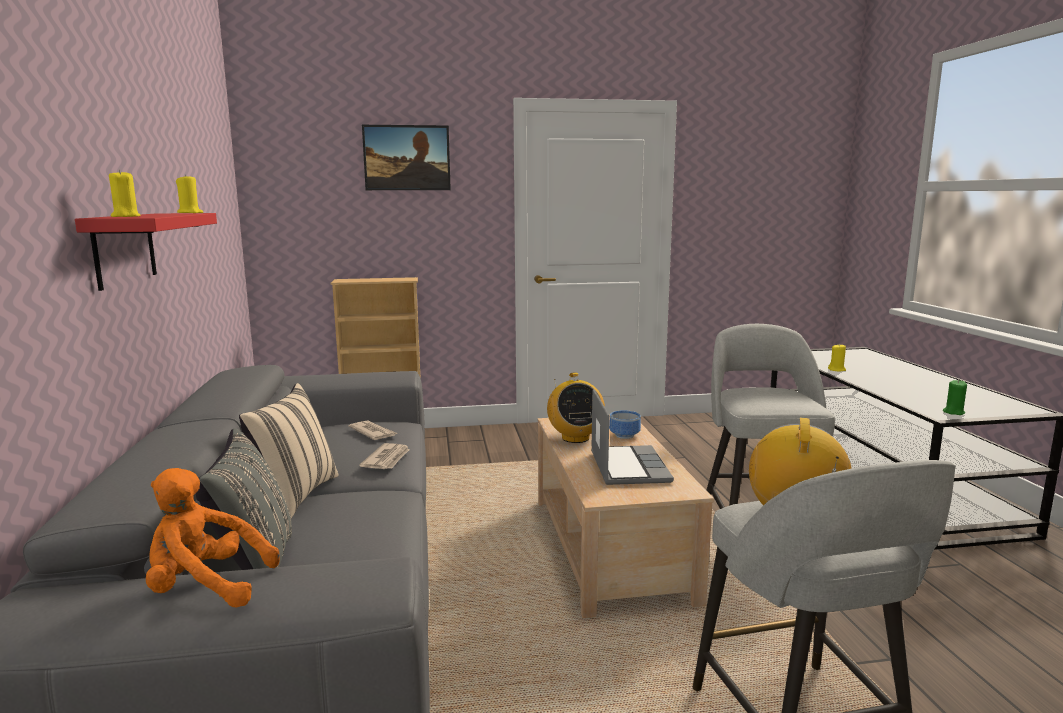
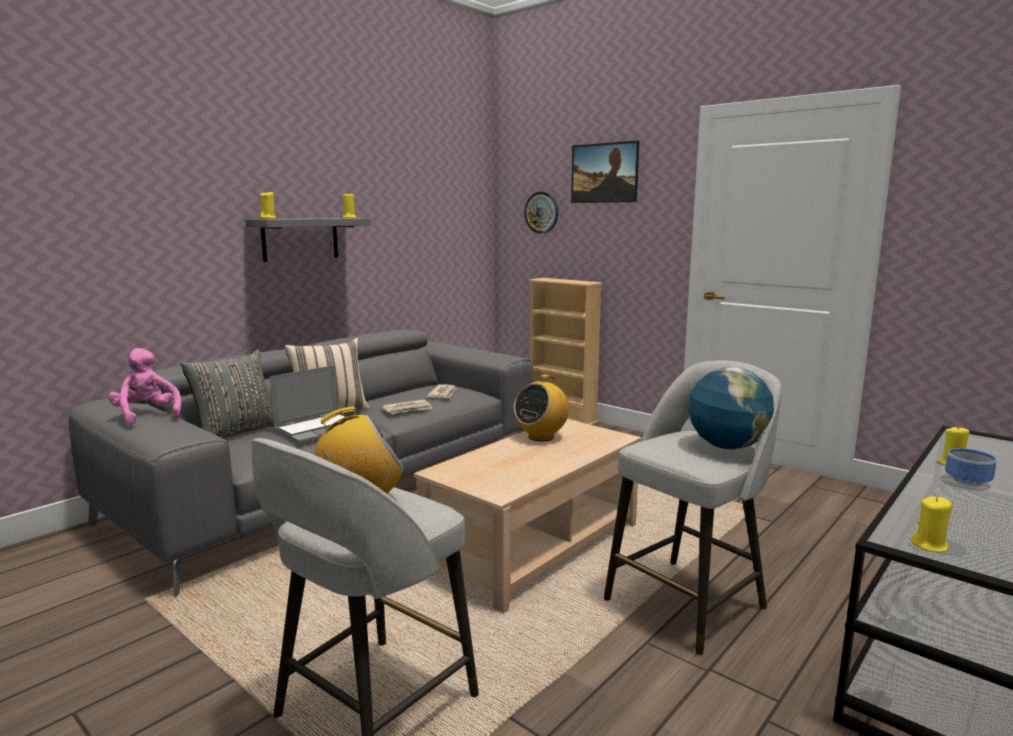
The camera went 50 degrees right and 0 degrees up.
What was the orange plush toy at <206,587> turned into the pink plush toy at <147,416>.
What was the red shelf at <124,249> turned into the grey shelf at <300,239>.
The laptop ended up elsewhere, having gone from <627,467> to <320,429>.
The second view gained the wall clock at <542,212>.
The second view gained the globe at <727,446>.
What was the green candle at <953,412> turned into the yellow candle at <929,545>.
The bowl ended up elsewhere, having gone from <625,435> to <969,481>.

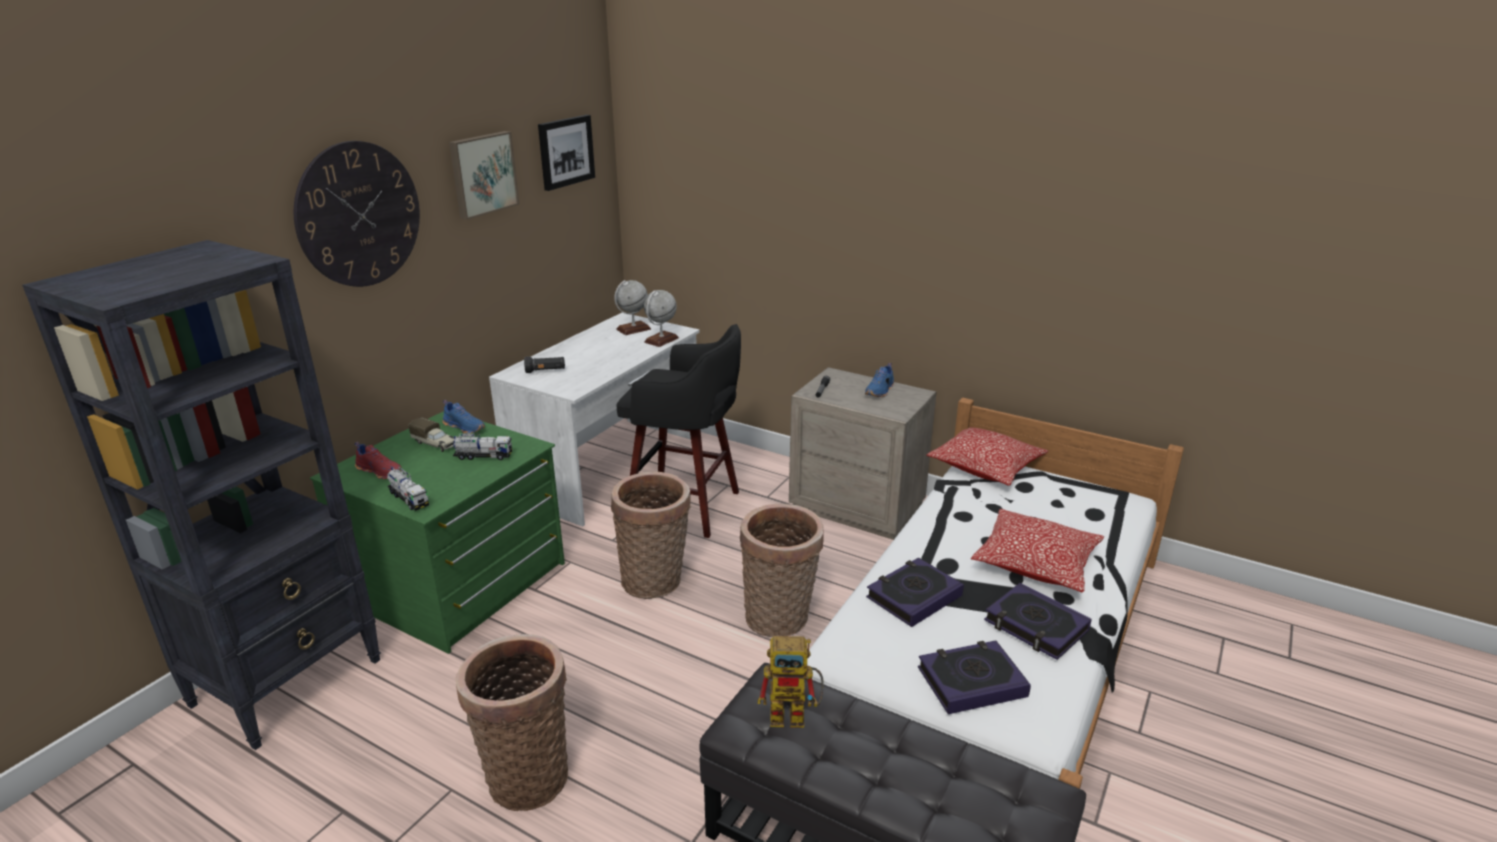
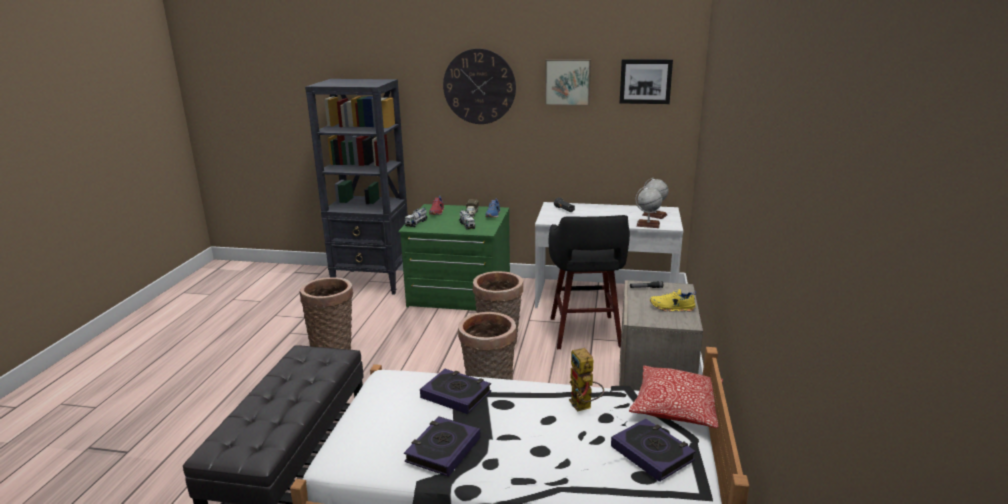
The camera went 70 degrees right and 5 degrees down.
The toy robot ended up elsewhere, having gone from <795,715> to <584,406>.
The book ended up elsewhere, having gone from <971,682> to <652,453>.
What was the blue shoe at <880,391> turned into the yellow shoe at <672,308>.
The second view lost the pillow at <1035,563>.

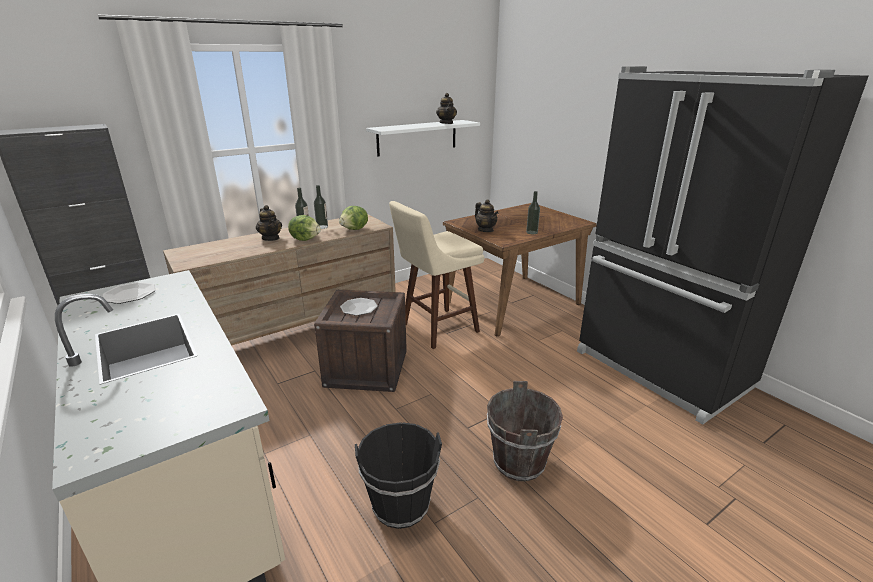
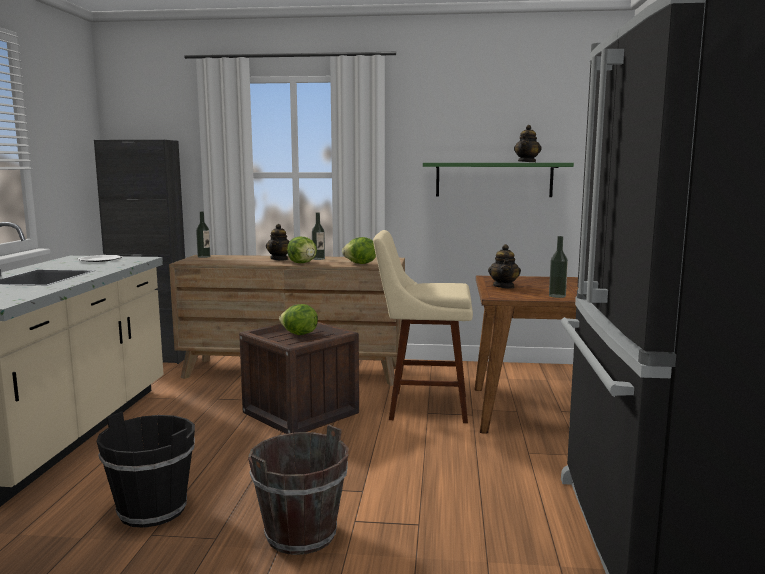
The camera went 40 degrees right and 15 degrees down.
The bottle ended up elsewhere, having gone from <322,227> to <204,256>.
Where the plate stood at <359,308>, the lettuce came to stand at <299,334>.
What was the white shelf at <417,137> turned into the green shelf at <494,179>.

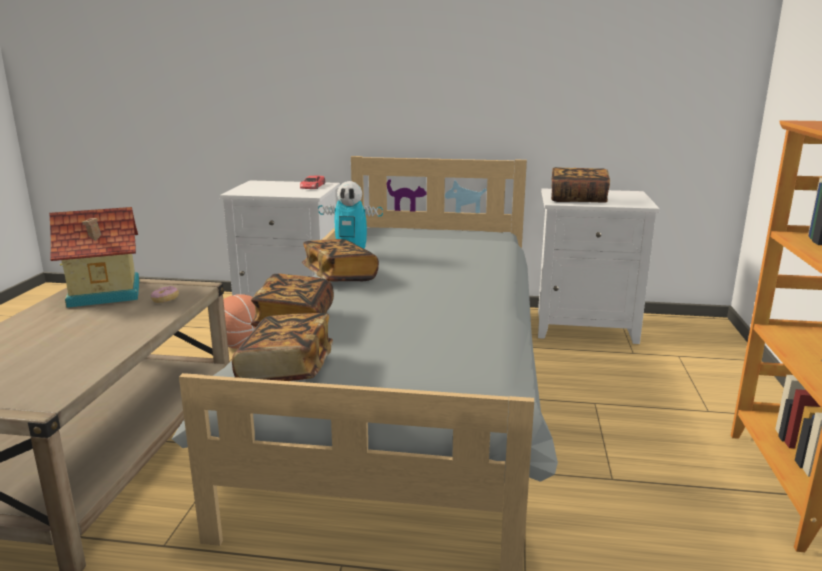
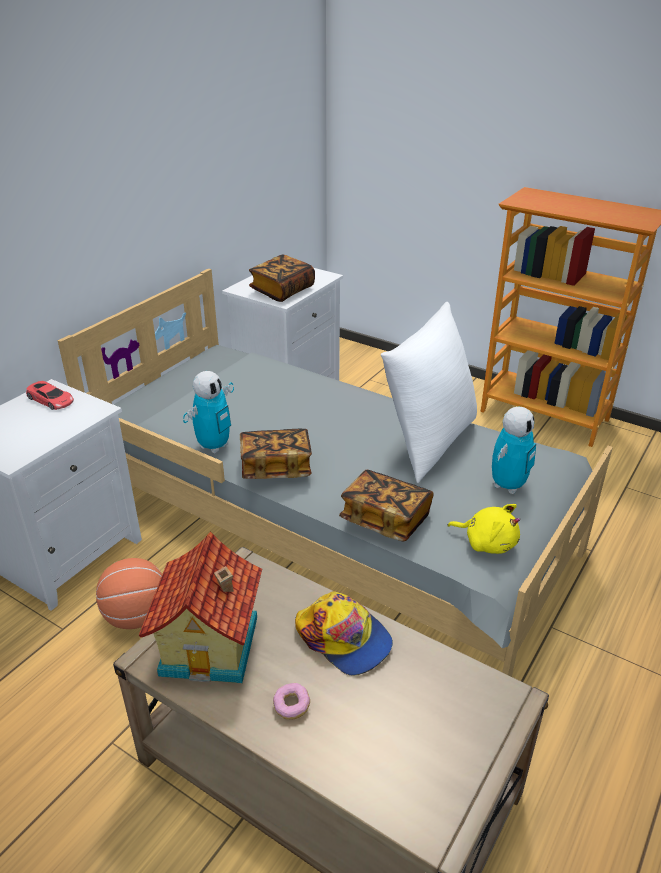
The camera went 65 degrees left and 15 degrees up.
The donut ended up elsewhere, having gone from <165,300> to <291,706>.
The second view gained the cap at <344,639>.
The second view gained the white pillow at <428,442>.
Where the book stood at <286,370>, the yellow plush toy came to stand at <487,542>.
The second view gained the toy robot at <508,485>.

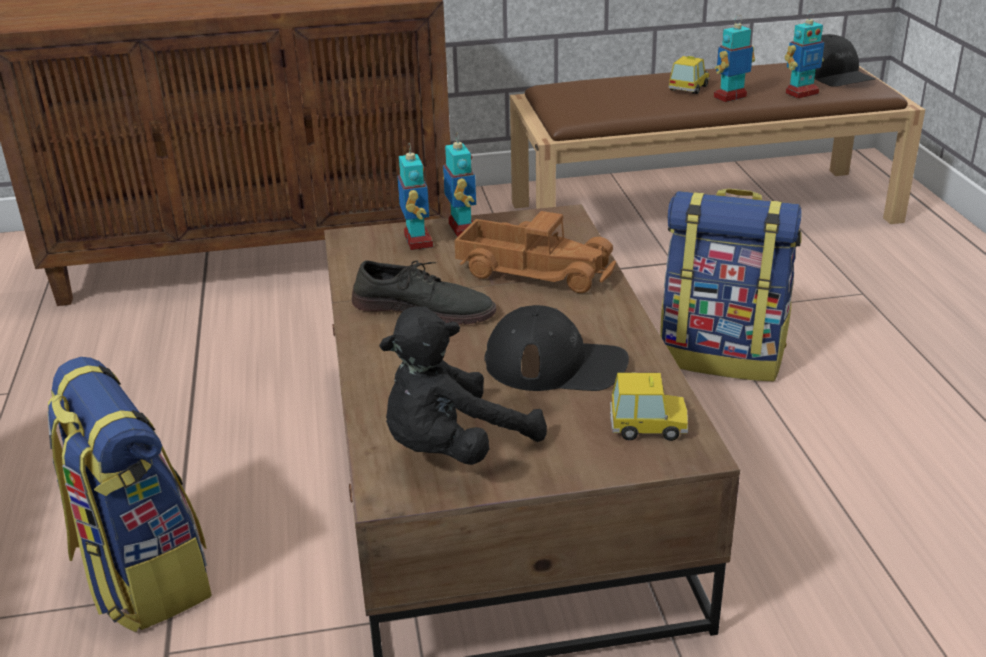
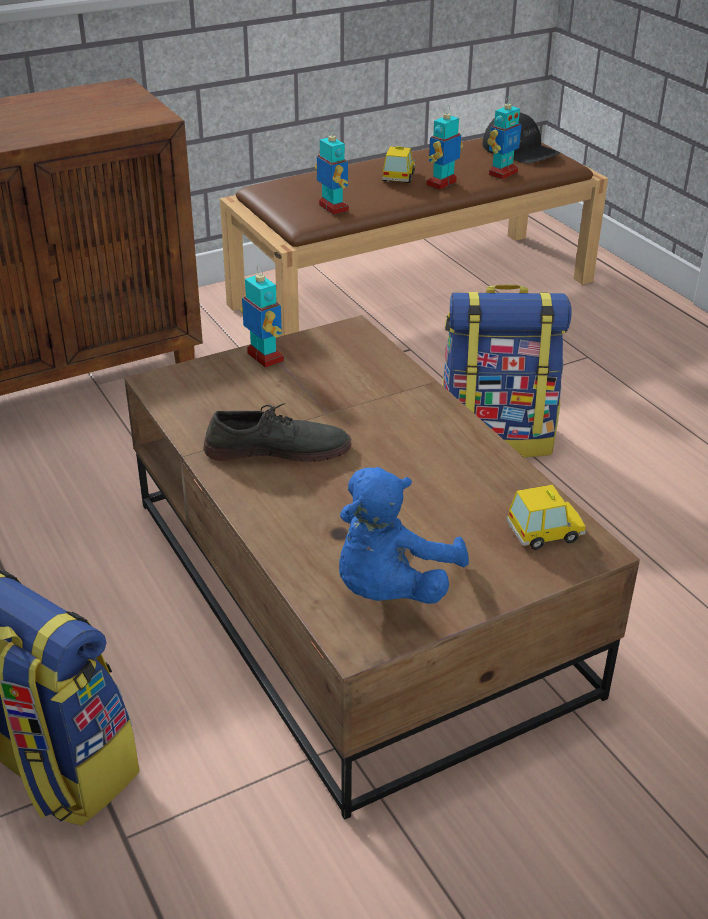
The camera went 20 degrees left and 5 degrees up.
The toy robot ended up elsewhere, having gone from <417,241> to <333,208>.
What was the black plush toy at <453,449> turned into the blue plush toy at <390,588>.
The second view lost the toy truck at <535,270>.
The second view lost the black cap at <556,364>.

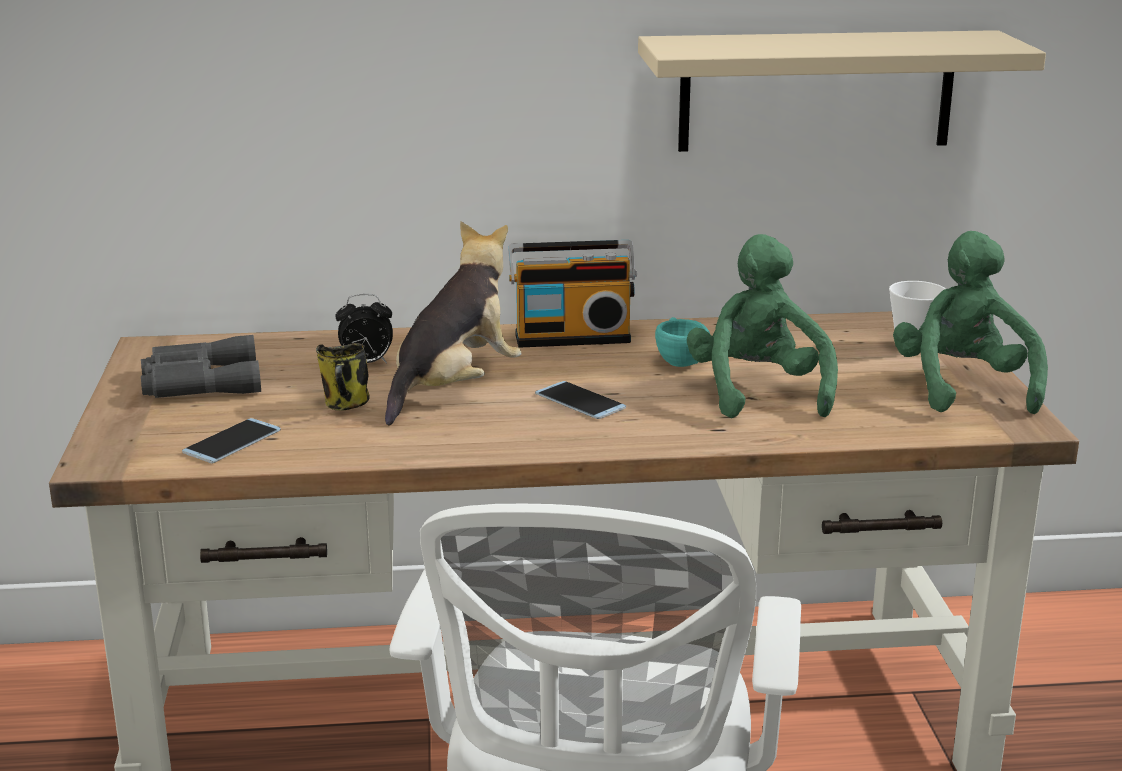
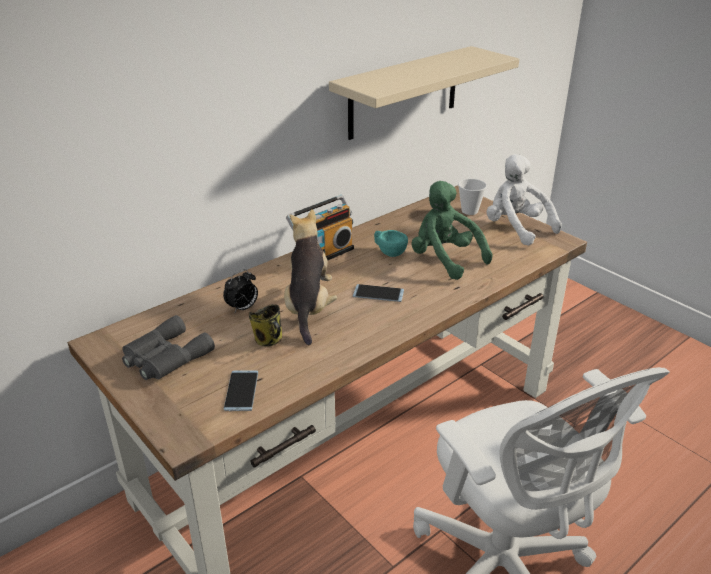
The camera went 35 degrees left and 10 degrees up.
What was the green plush toy at <963,388> turned into the white plush toy at <516,228>.

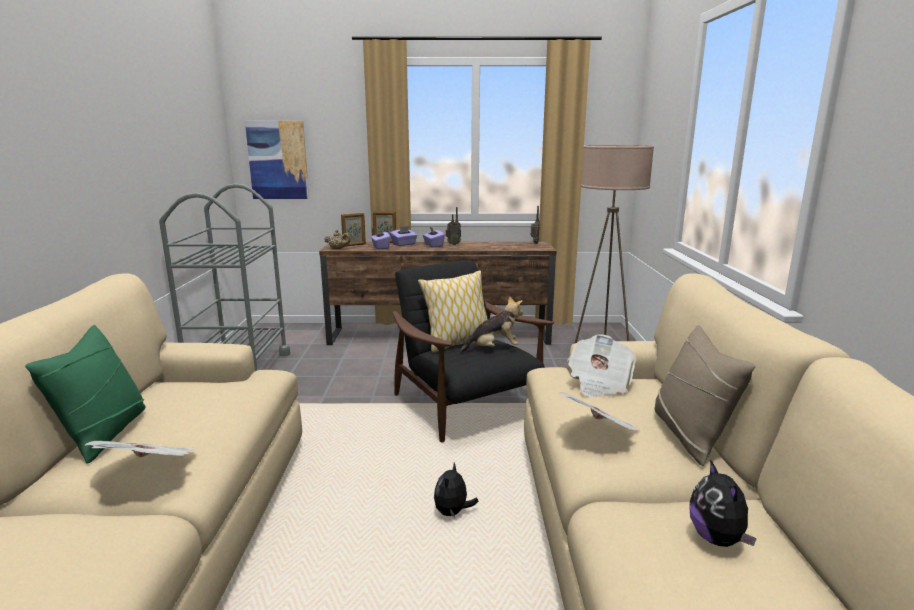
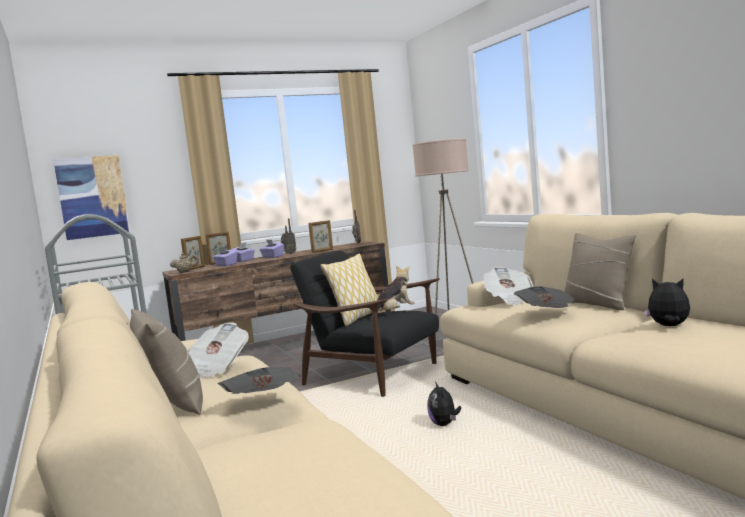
The camera went 25 degrees left and 10 degrees down.
What was the green pillow at <104,434> turned into the beige pillow at <173,404>.
The second view gained the newspaper at <216,369>.
The second view gained the picture frame at <322,251>.
The plush toy at <717,538> ended up facing another way, 150 degrees clockwise from before.

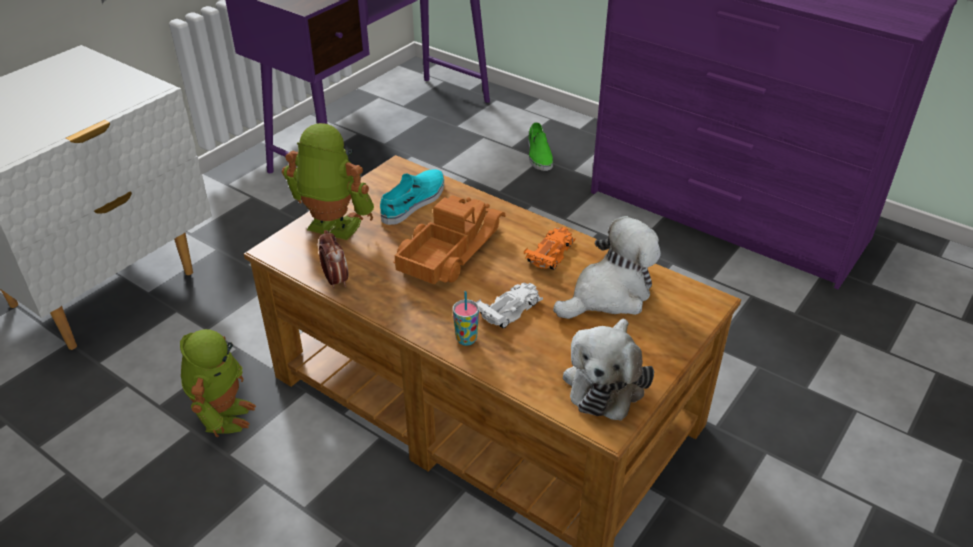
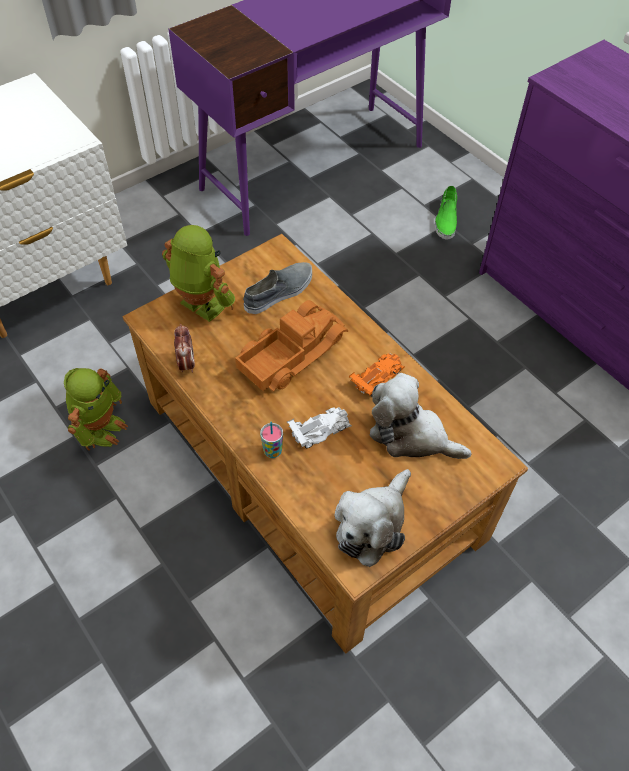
The camera went 15 degrees right and 15 degrees up.
What was the turquoise shoe at <414,202> turned into the grey shoe at <279,292>.
The plush toy at <609,295> ended up facing another way, 135 degrees counterclockwise from before.

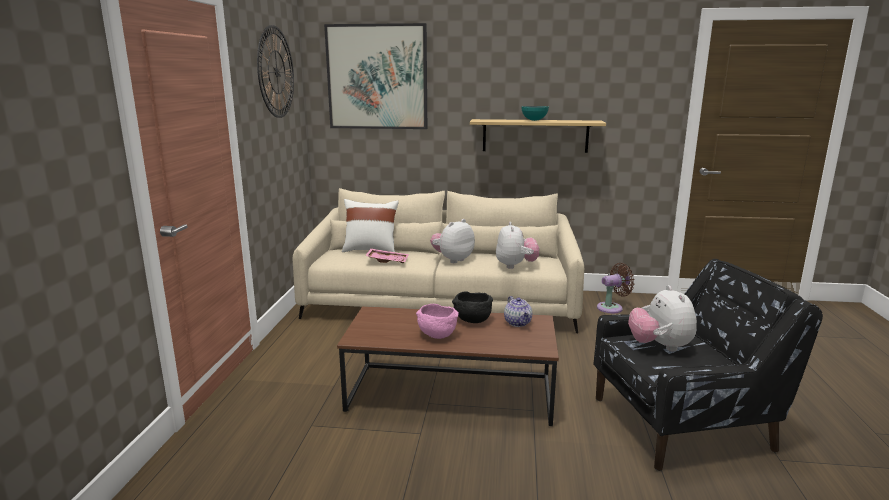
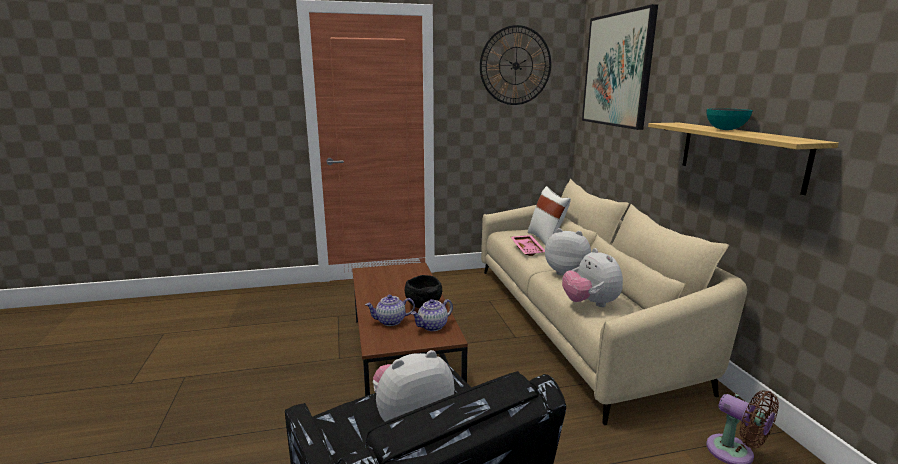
The camera went 70 degrees right and 0 degrees up.
The second view gained the teapot at <390,321>.
The plush toy at <515,266> ended up facing another way, 90 degrees clockwise from before.
The second view lost the pink bowl at <436,335>.

